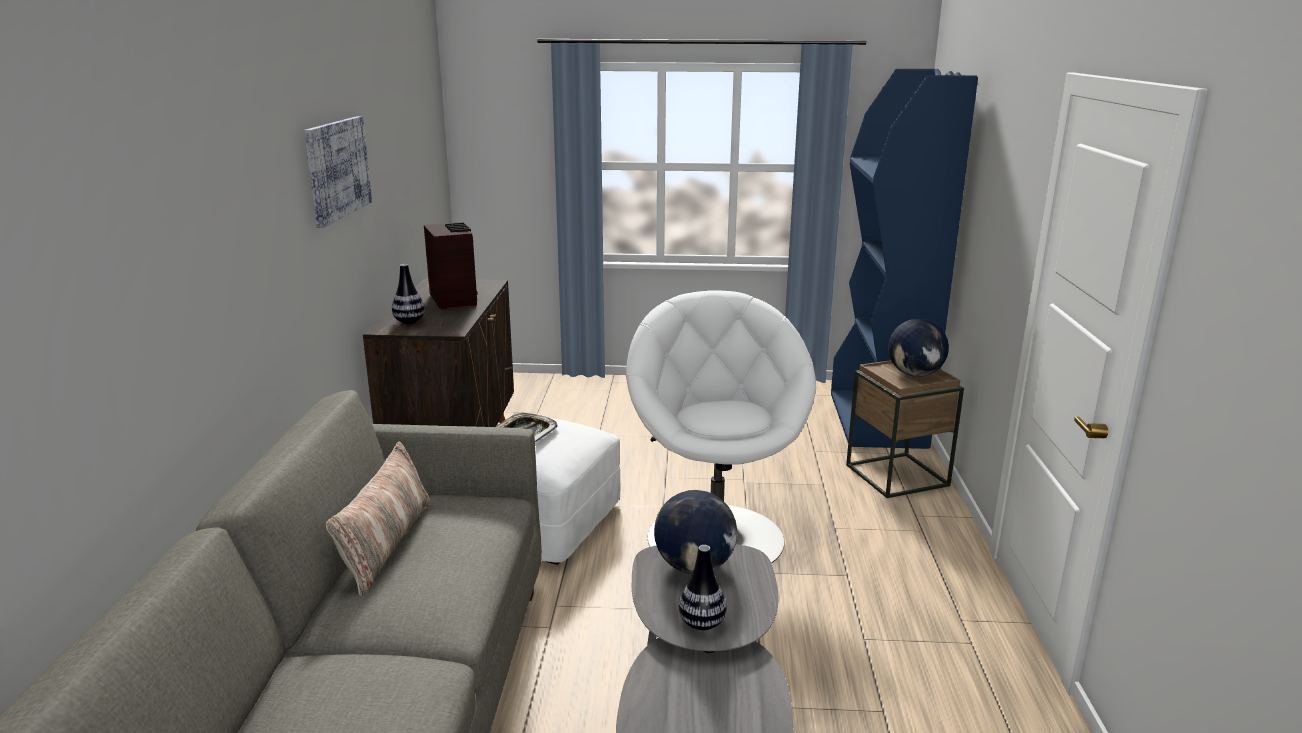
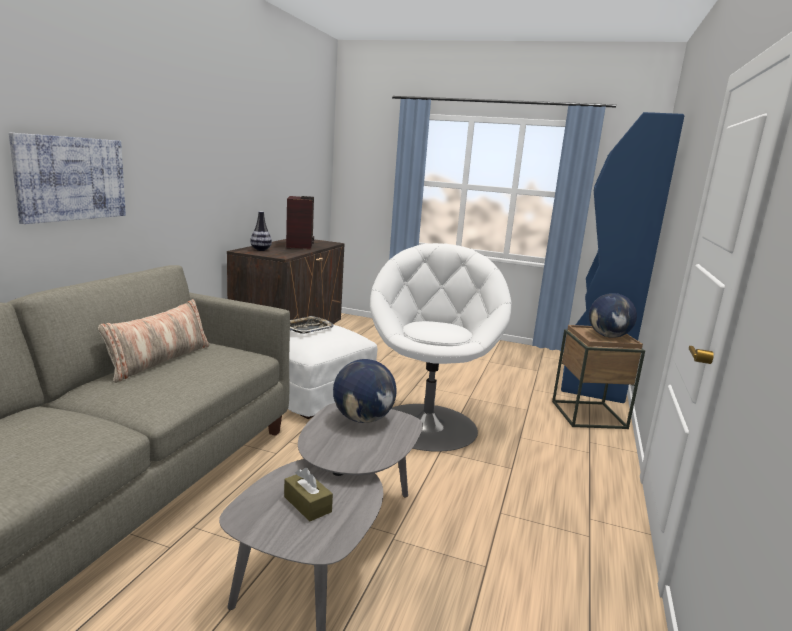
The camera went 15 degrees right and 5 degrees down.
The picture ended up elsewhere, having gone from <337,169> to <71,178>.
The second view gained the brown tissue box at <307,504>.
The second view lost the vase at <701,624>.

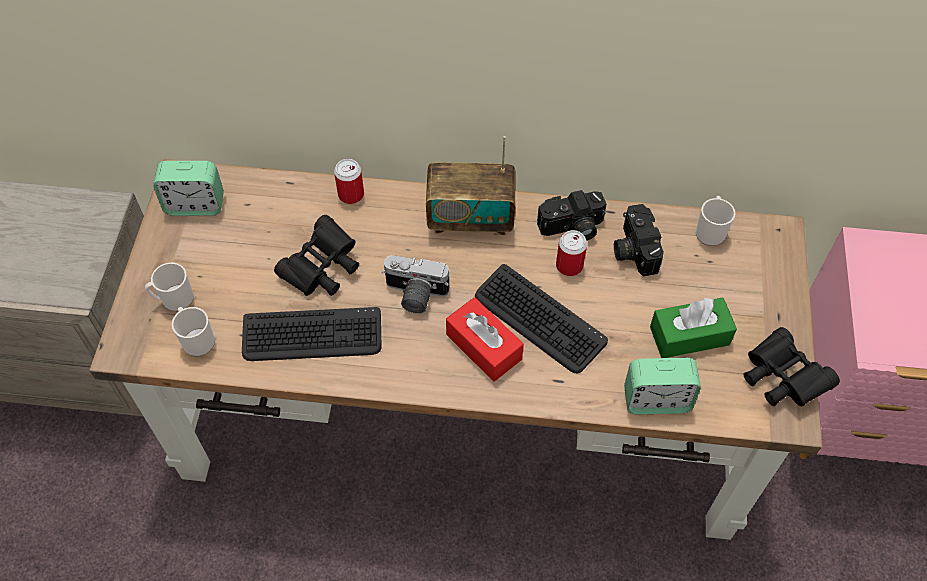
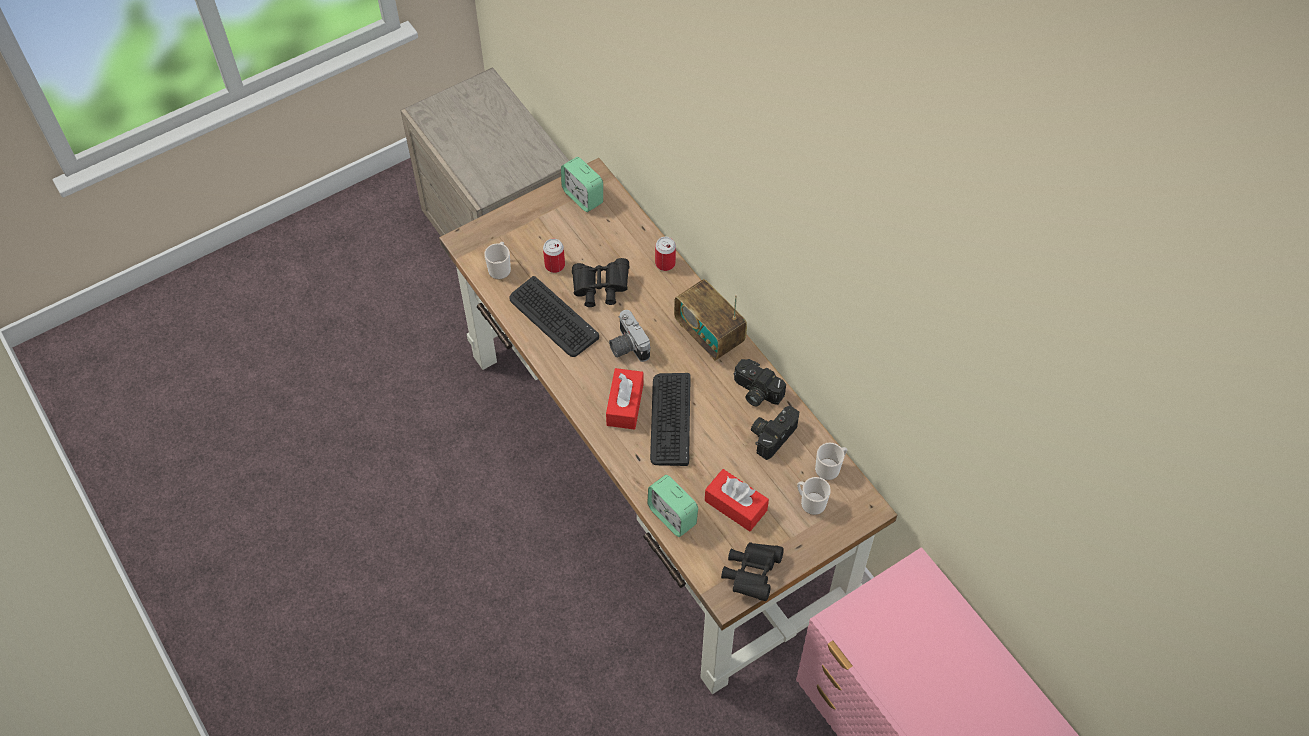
The camera went 50 degrees right and 0 degrees up.
The can ended up elsewhere, having gone from <569,265> to <555,265>.
What was the green tissue box at <689,336> turned into the red tissue box at <735,505>.
The mug ended up elsewhere, having gone from <174,299> to <810,502>.

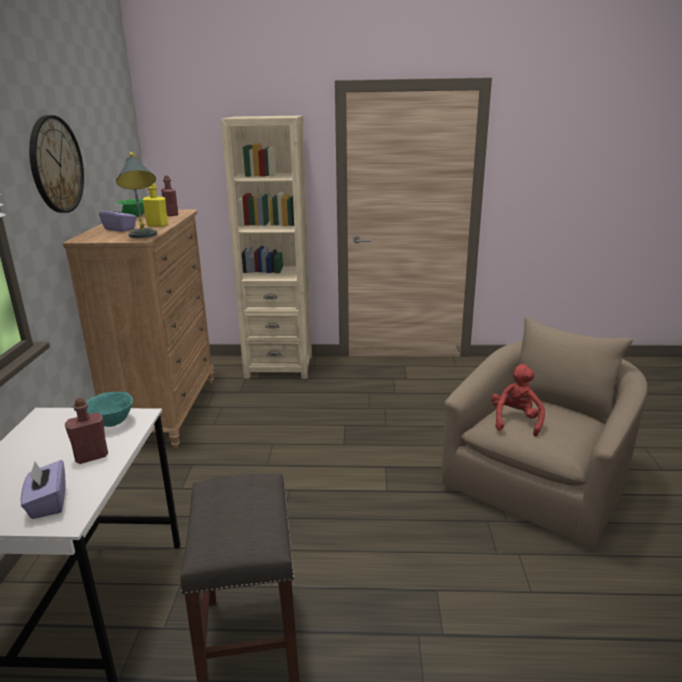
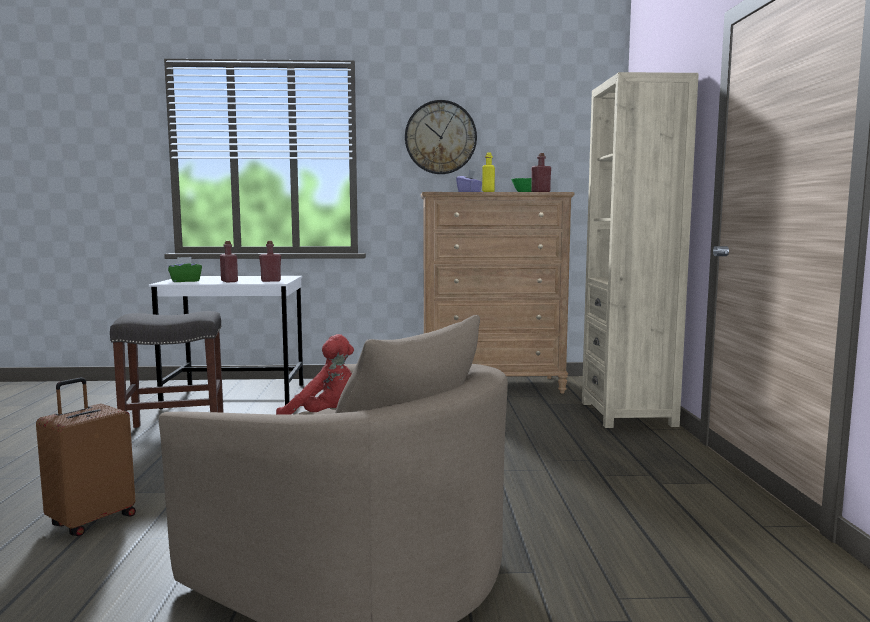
The camera went 85 degrees right and 15 degrees down.
The second view gained the brown suitcase at <91,521>.
What was the purple tissue box at <48,503> turned into the green tissue box at <185,281>.
Where the turquoise bowl stood at <112,422>, the red bottle came to stand at <271,281>.
The second view lost the grey table lamp at <143,237>.

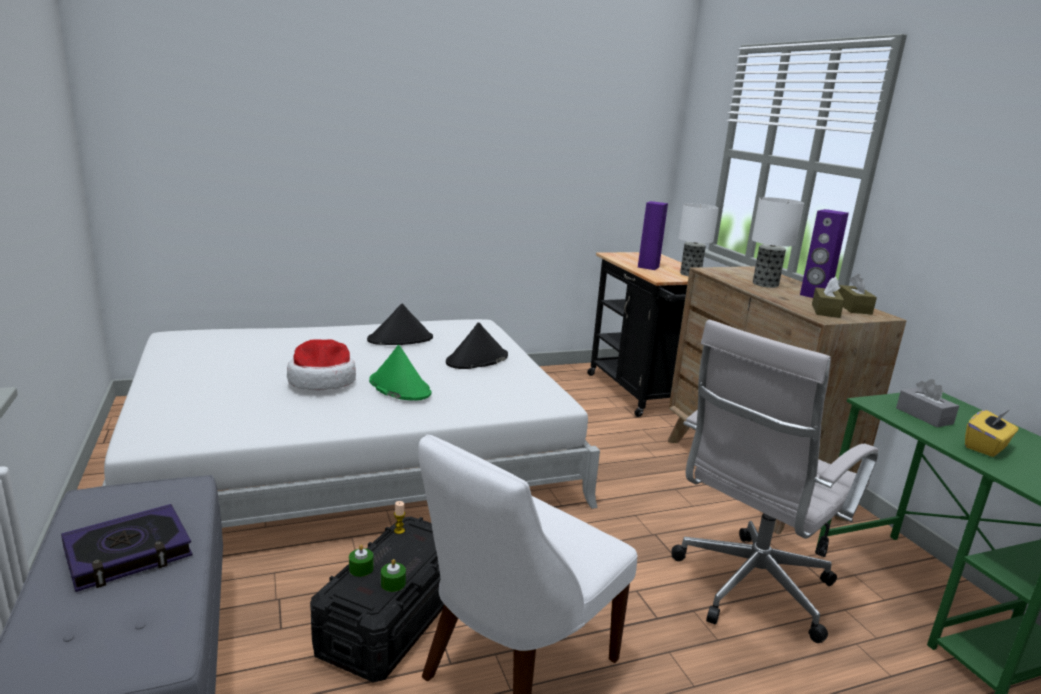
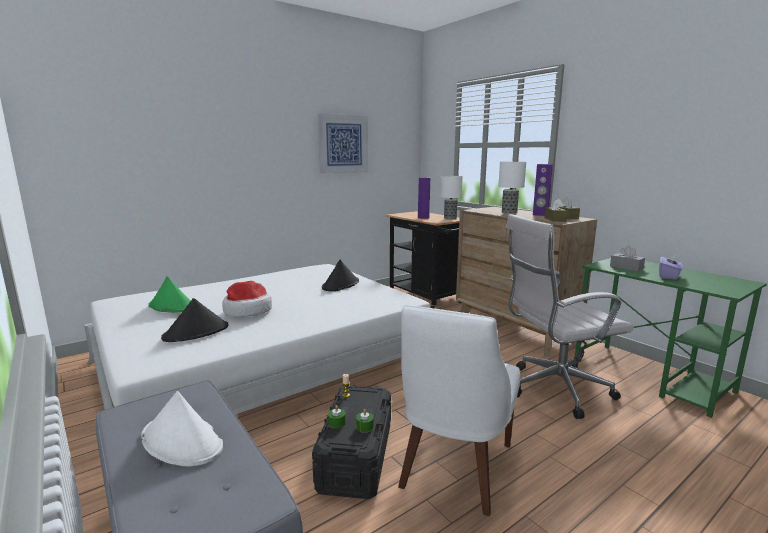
The camera went 15 degrees left and 5 degrees down.
Where the book stood at <128,553>, the white hat came to stand at <182,441>.
The green hat ended up elsewhere, having gone from <399,387> to <171,306>.
The black hat ended up elsewhere, having gone from <400,339> to <196,332>.
The second view gained the picture at <343,144>.
The white office chair at <748,590> ended up facing another way, 45 degrees clockwise from before.
What was the yellow tissue box at <986,447> turned into the purple tissue box at <668,276>.

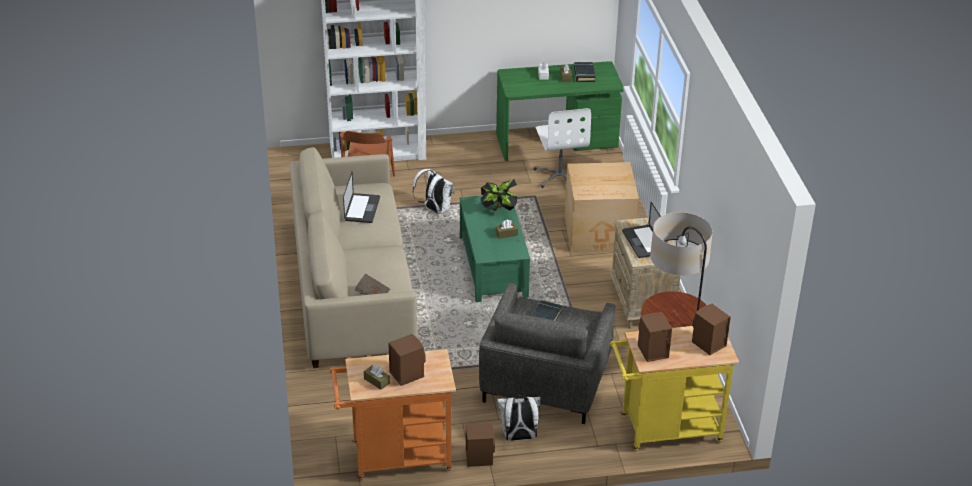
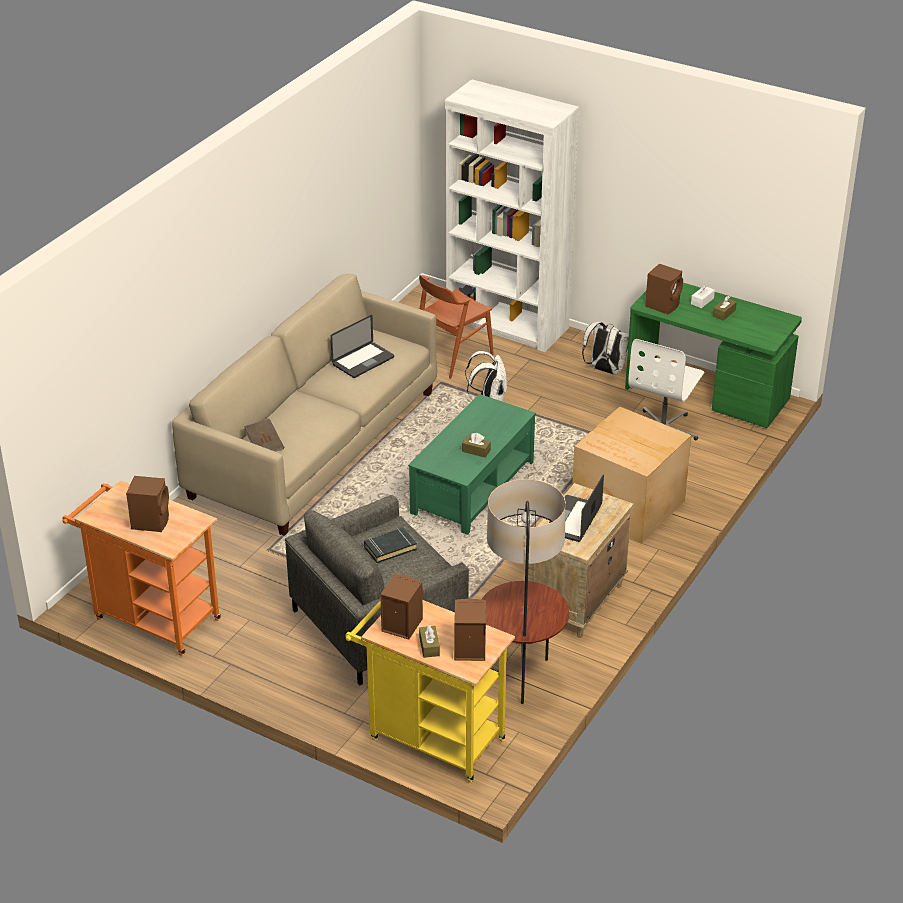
The camera went 40 degrees right and 0 degrees up.
The brown tissue box ended up elsewhere, having gone from <376,381> to <429,646>.
The white backpack ended up elsewhere, having gone from <518,437> to <605,370>.
The brown speaker ended up elsewhere, having gone from <479,457> to <663,305>.
The second view lost the potted plant at <499,210>.
The second view lost the black book at <584,74>.

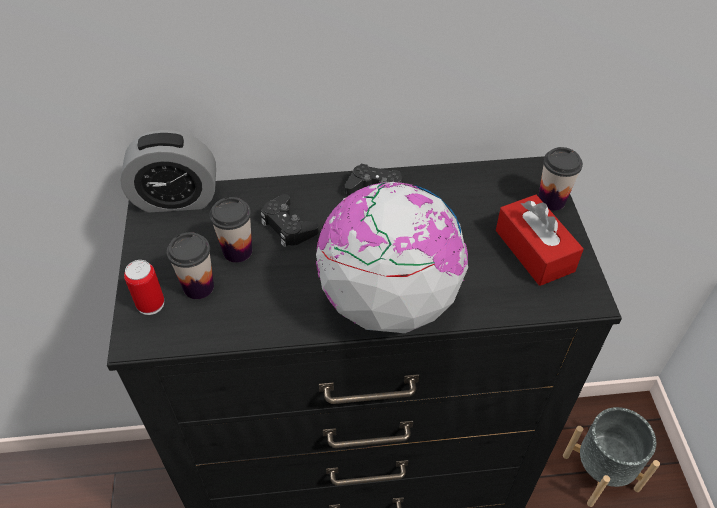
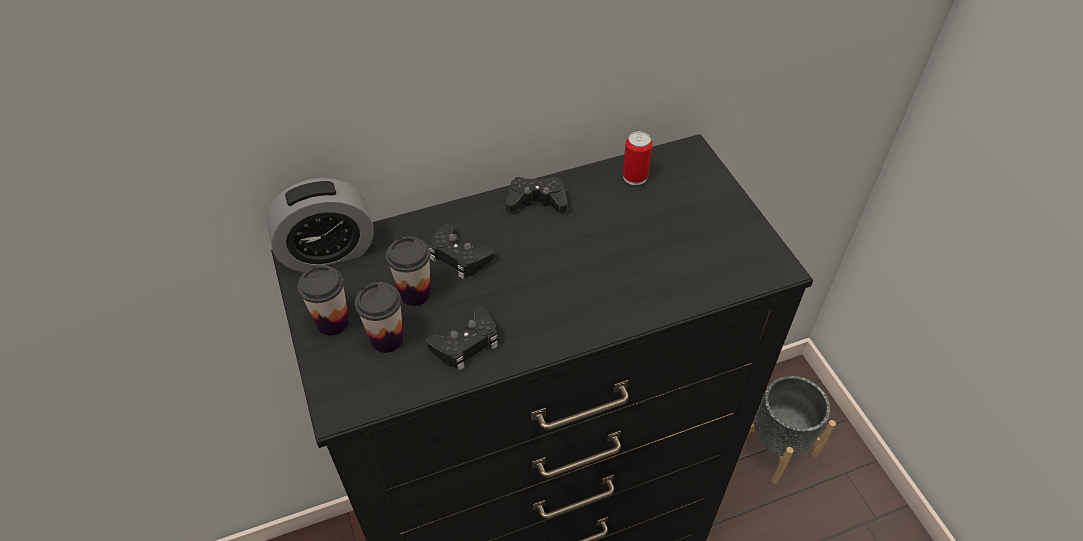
The camera went 15 degrees left and 0 degrees up.
The cup ended up elsewhere, having gone from <551,200> to <333,322>.
The second view gained the black game controller at <466,343>.
The can ended up elsewhere, having gone from <150,304> to <635,176>.
The second view lost the globe at <388,301>.
The second view lost the red tissue box at <534,250>.

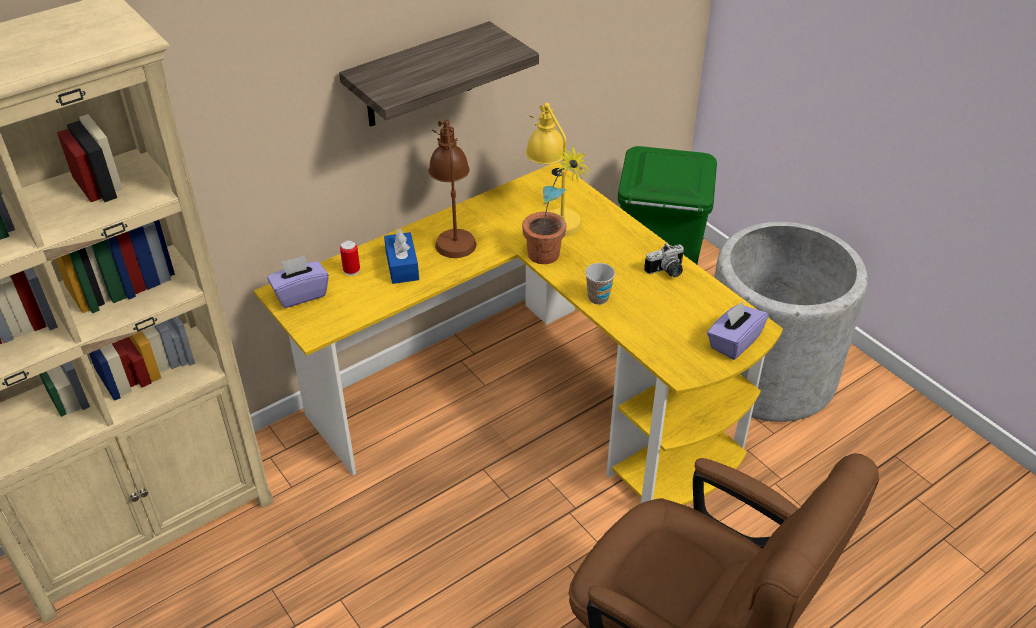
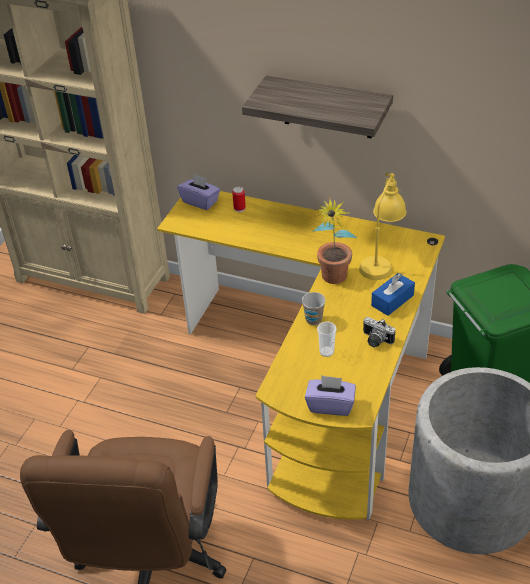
The camera went 60 degrees right and 0 degrees up.
The second view gained the cup at <326,352>.
The blue tissue box ended up elsewhere, having gone from <402,266> to <392,300>.
The second view lost the brown table lamp at <453,234>.

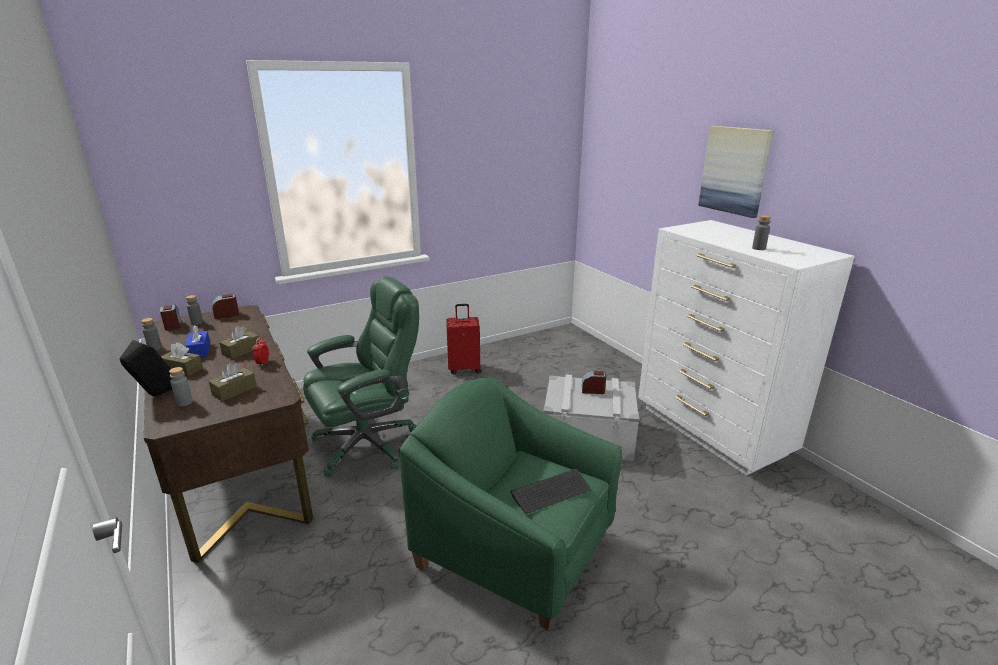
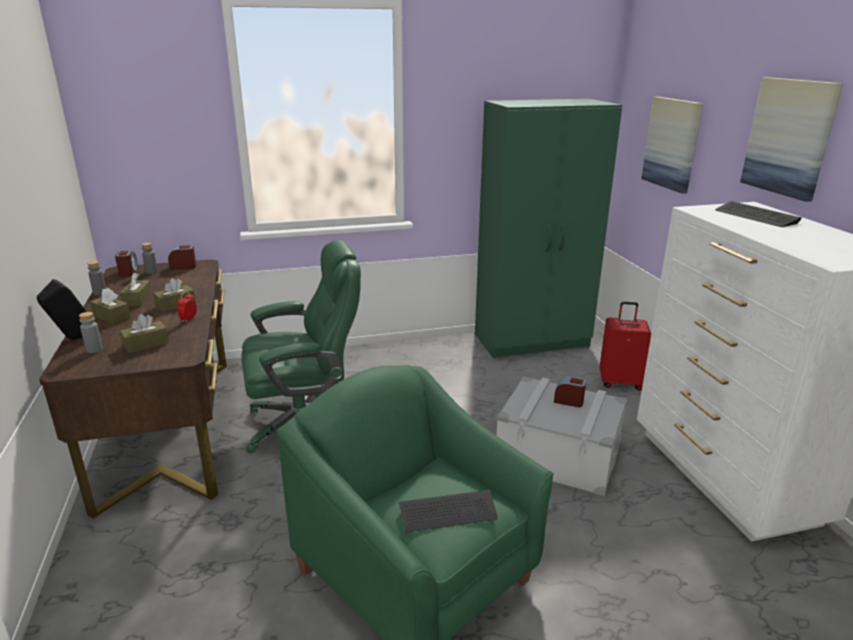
The camera went 15 degrees right and 0 degrees up.
What was the blue tissue box at <199,350> turned into the brown tissue box at <137,300>.
The second view gained the green wardrobe at <533,341>.
The red suitcase ended up elsewhere, having gone from <464,368> to <620,382>.
The second view gained the picture at <672,143>.
The second view gained the keyboard at <755,216>.
The second view lost the grey bottle at <758,248>.

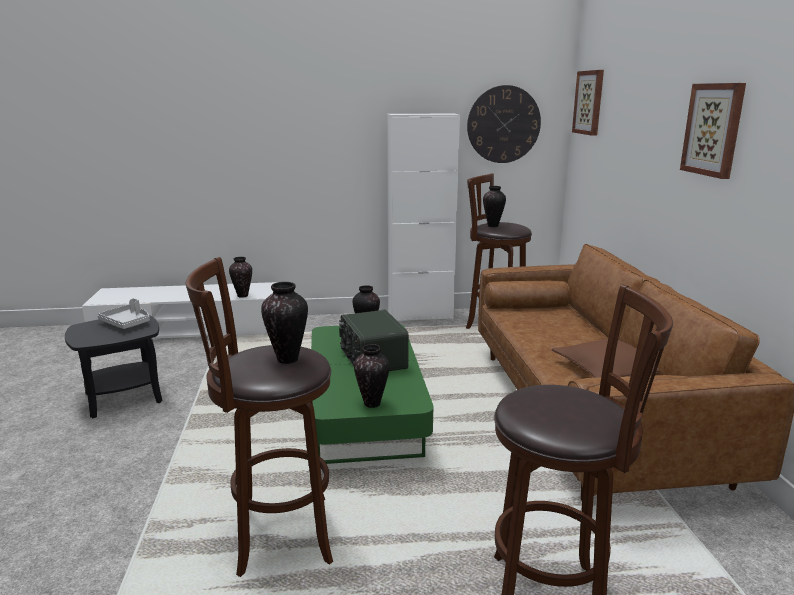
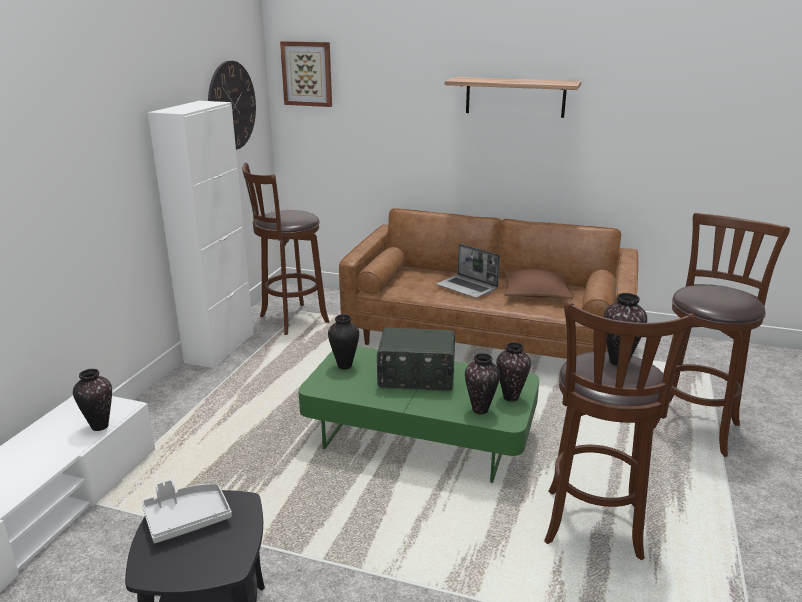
The camera went 65 degrees left and 5 degrees up.
The second view gained the laptop at <468,287>.
Where the picture hung at <713,129>, the shelf came to hang at <515,97>.
The vase ended up elsewhere, having gone from <493,226> to <481,410>.

